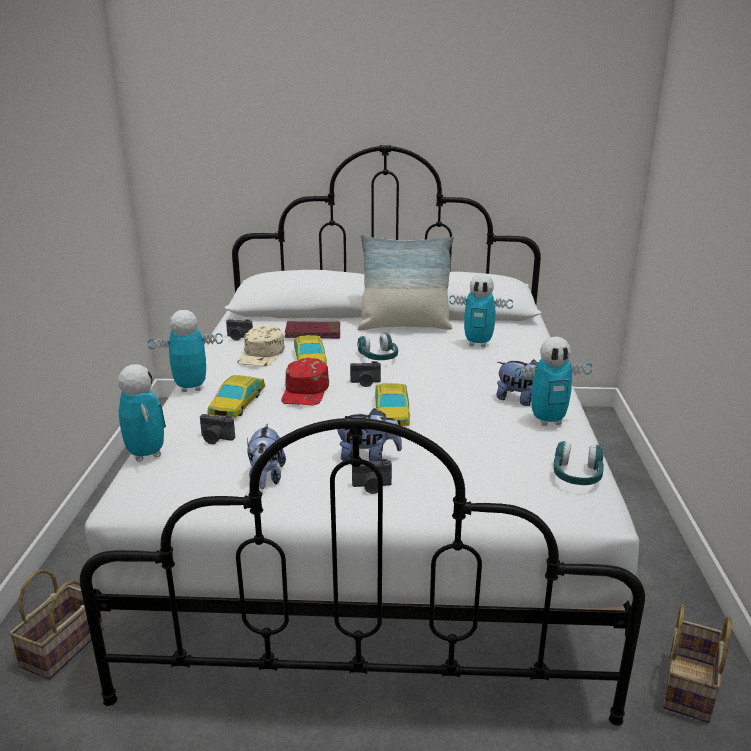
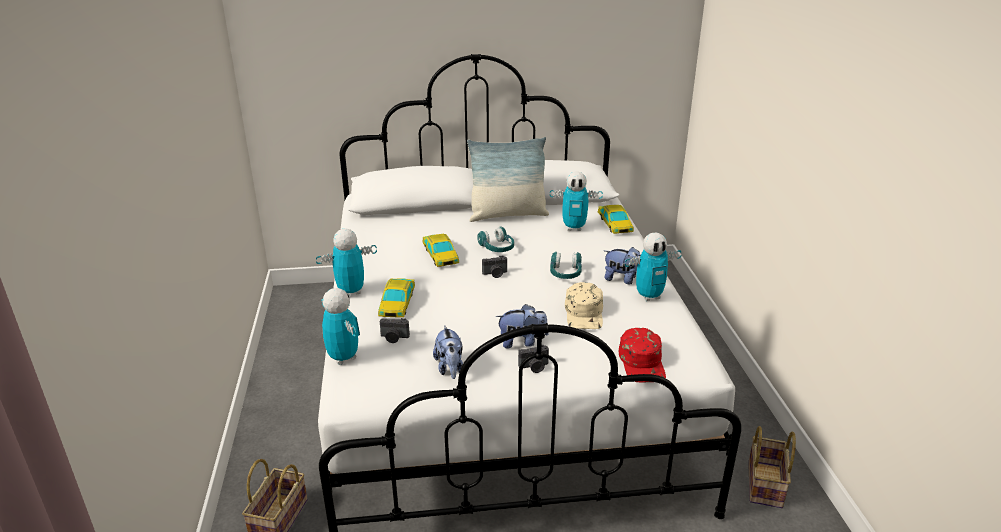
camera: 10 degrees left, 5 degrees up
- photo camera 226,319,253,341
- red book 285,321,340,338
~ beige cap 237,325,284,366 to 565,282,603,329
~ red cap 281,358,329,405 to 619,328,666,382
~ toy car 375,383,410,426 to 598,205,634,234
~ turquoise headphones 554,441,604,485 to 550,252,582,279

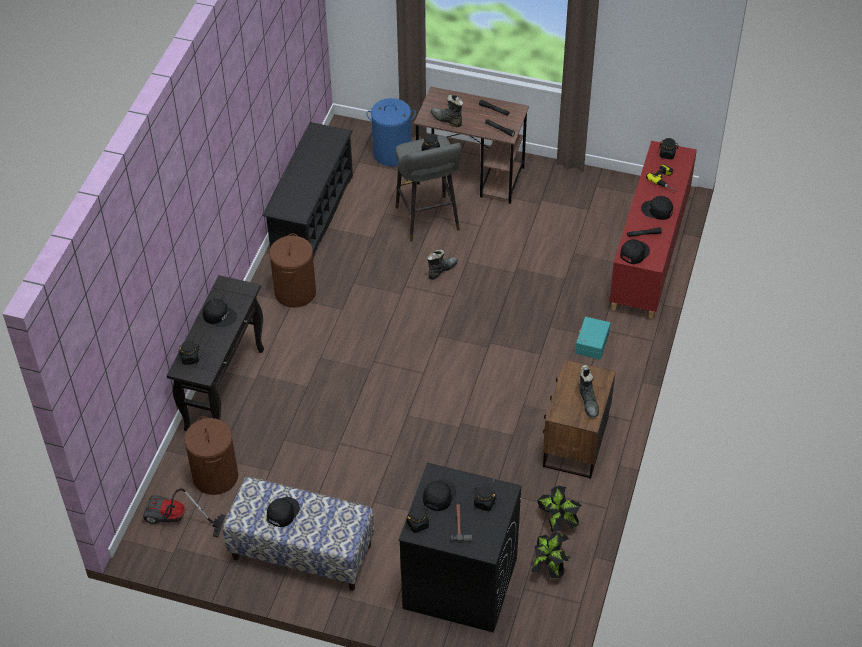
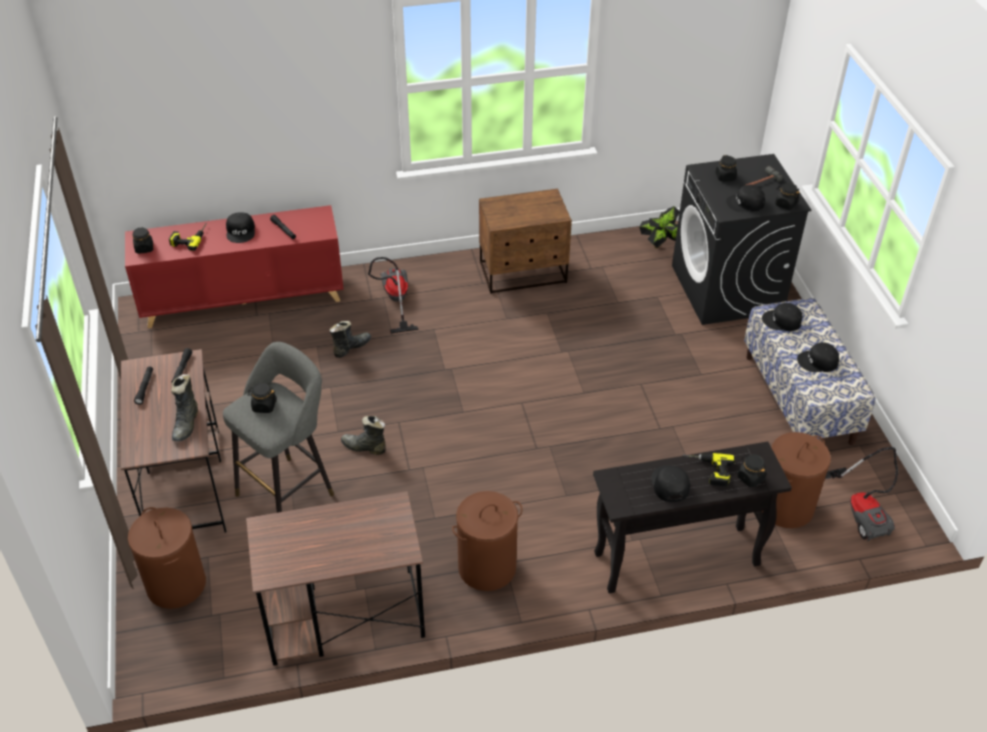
camera: 120 degrees left, 5 degrees down
- potted plant 537,486,582,532
+ power drill 682,453,735,486
~ black boot 579,365,599,418 to 330,321,371,358
~ black cap 620,239,650,264 to 762,303,802,331
~ black shoe rack 262,122,353,258 to brown desk 246,491,425,666
~ turquoise storage box 575,317,610,360 to vacuum cleaner 368,257,419,333
~ blue laundry basket 366,98,416,166 to brown laundry basket 128,507,206,609

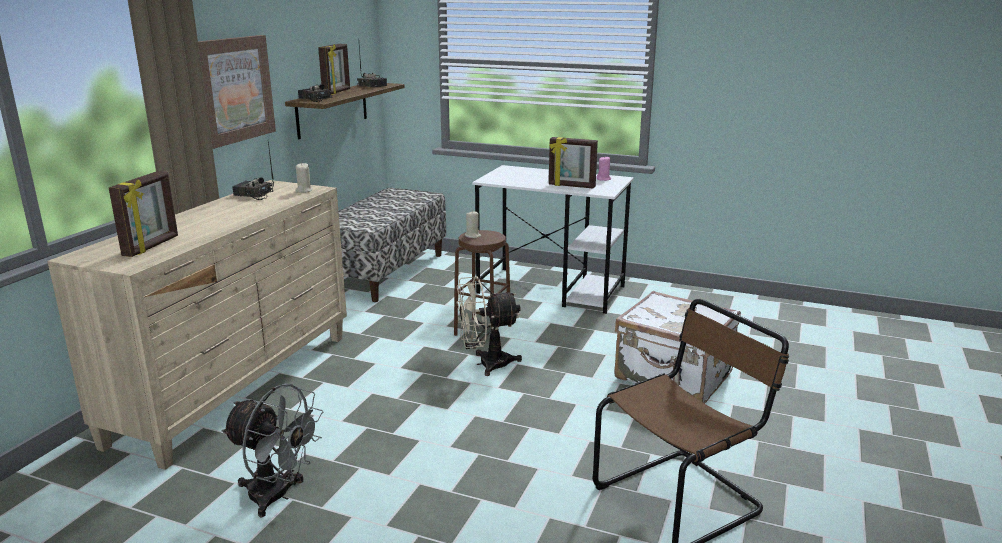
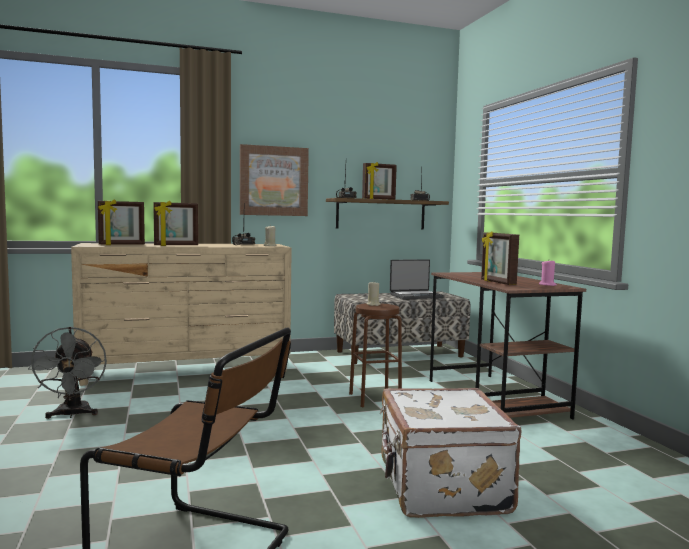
camera: 50 degrees right, 15 degrees down
- beige fan 456,276,522,376
+ picture frame 153,201,198,246
+ laptop 390,259,444,299
~ white desk 472,165,634,314 to brown desk 430,272,586,419

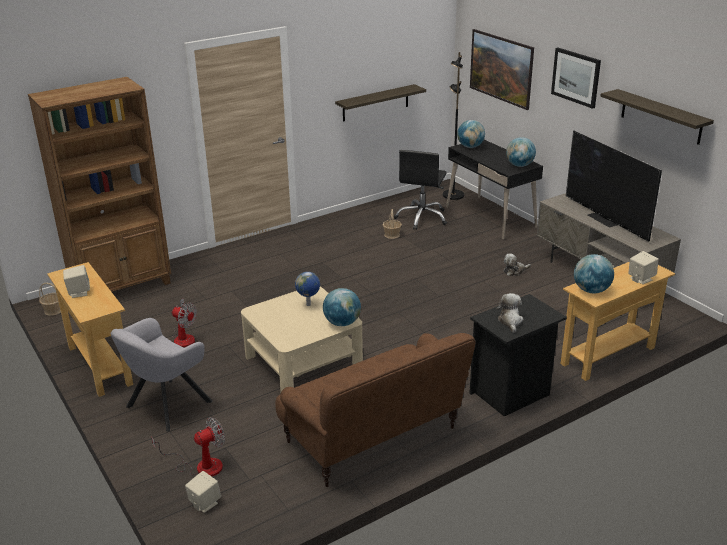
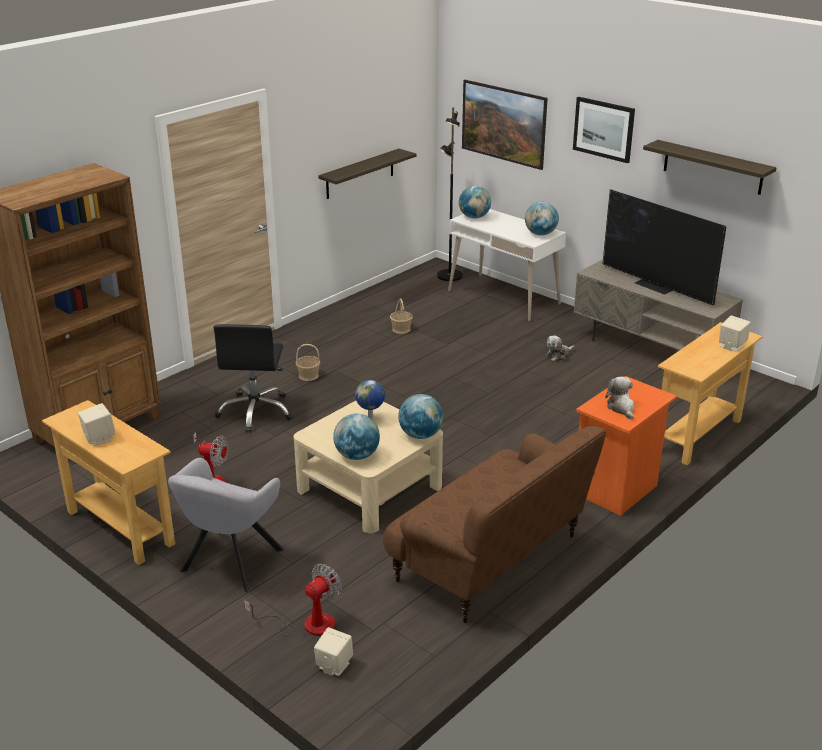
camera: 15 degrees left, 0 degrees up
~ basket 39,283,61,316 to 296,344,320,381
~ black office chair 394,150,447,230 to 214,324,293,433
~ globe 574,254,614,294 to 333,414,380,460
~ black desk 446,140,543,240 to white desk 448,209,566,321
~ black nightstand 469,294,567,417 to orange nightstand 576,376,677,516

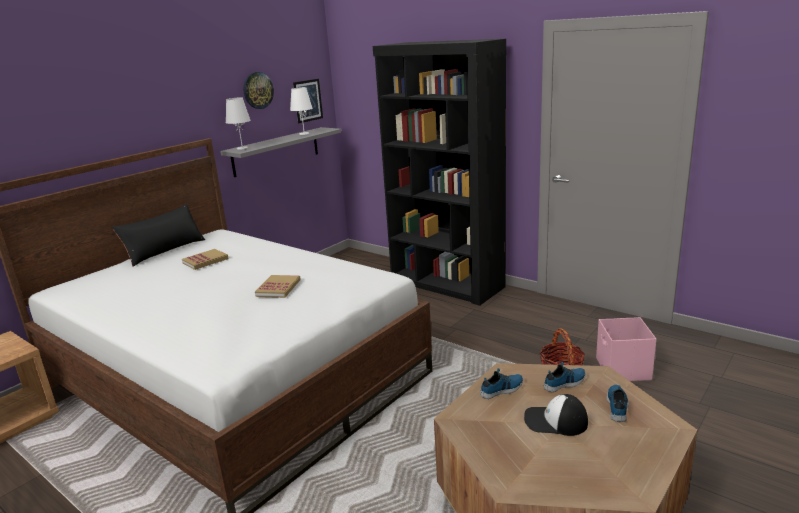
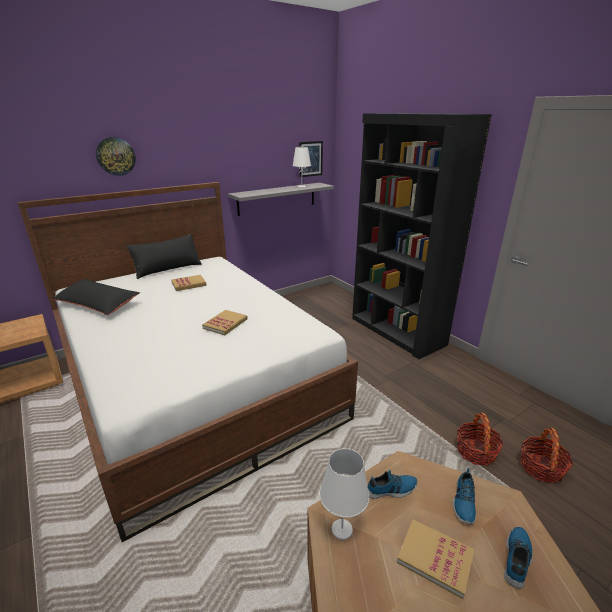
camera: 15 degrees right, 5 degrees up
+ black pillow 52,279,140,315
~ white table lamp 226,98,251,150 to 319,448,369,540
~ wall clock 243,72,274,109 to 96,137,136,176
~ cap 524,394,588,436 to book 397,519,475,599
~ pink storage box 596,317,656,381 to basket 520,428,573,484
~ shoe 544,362,586,392 = 453,468,476,524 120 degrees clockwise

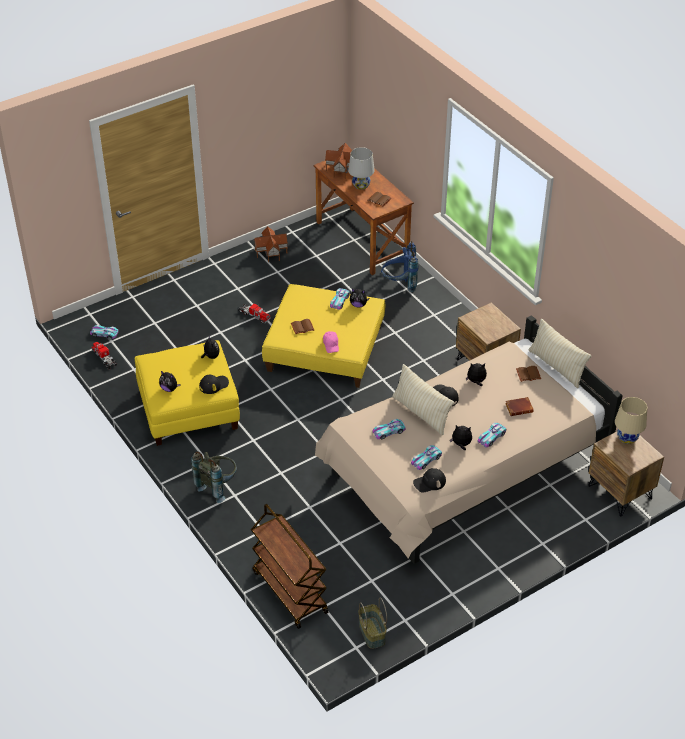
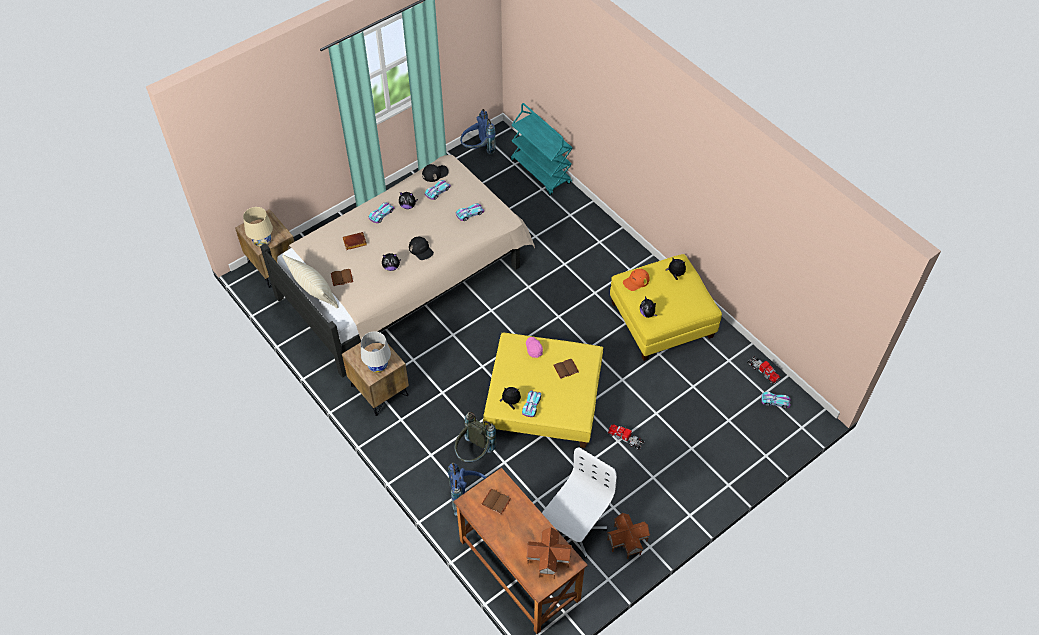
camera: 175 degrees right, 10 degrees up
- beige pillow 392,364,454,435
+ white office chair 542,447,617,558
~ grey backpack 191,451,237,503 to 454,412,496,463
~ white table lamp 348,147,375,190 to 361,331,391,373
~ basket 359,597,387,649 to blue backpack 460,109,496,155
~ black cap 199,375,229,394 to orange cap 623,269,650,291
~ brown cart 251,504,328,629 to turquoise cart 510,103,573,195

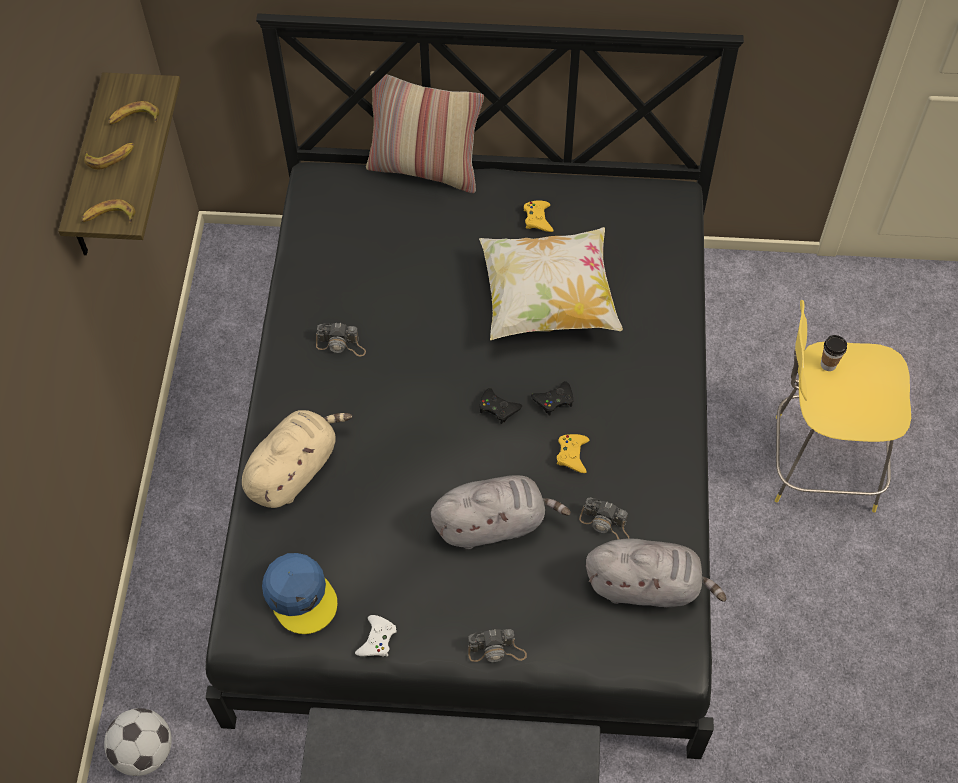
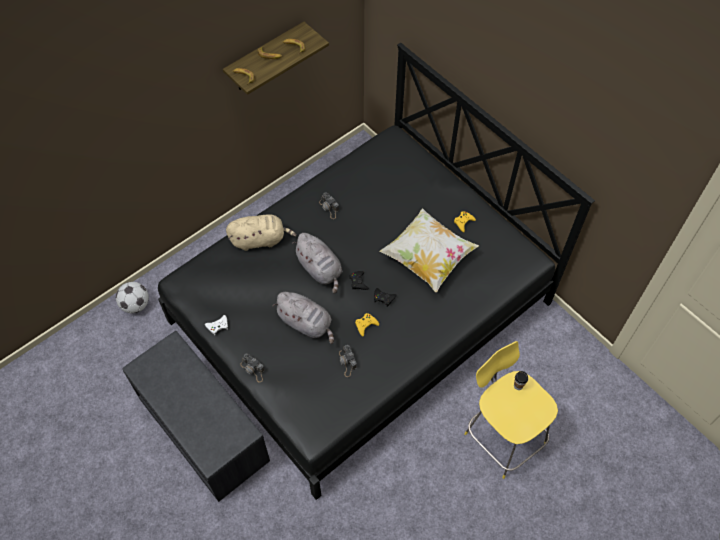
camera: 45 degrees right, 0 degrees up
- blue cap 262,553,338,634
- pillow 366,71,484,193
~ grey plush toy 586,539,727,608 to 292,233,343,294

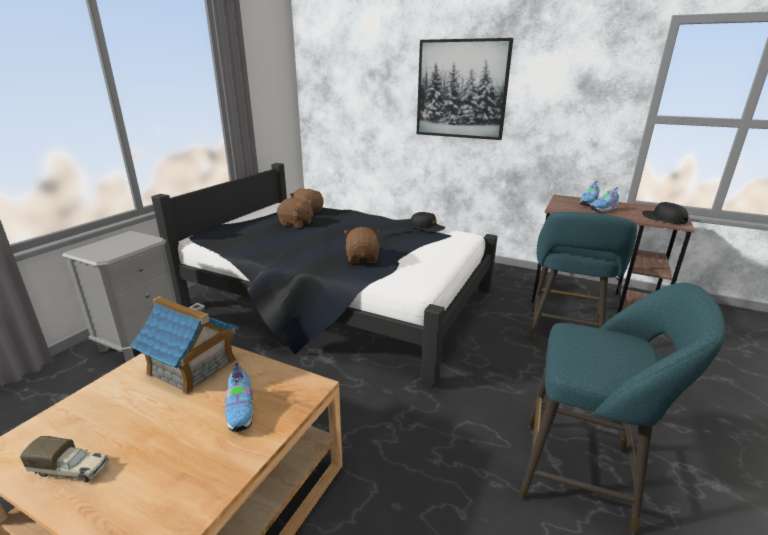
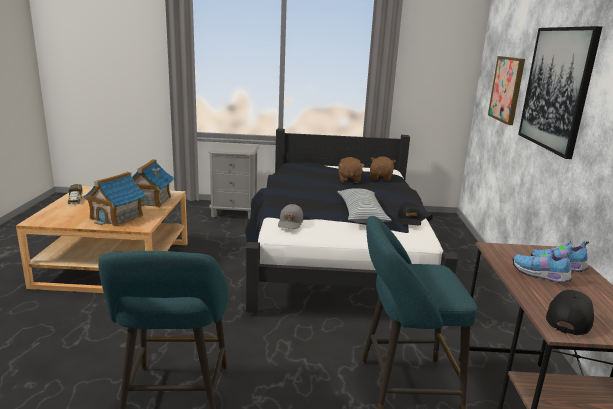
camera: 65 degrees right, 5 degrees down
- brown plush toy 344,227,380,264
+ grey cap 278,204,303,229
+ pillow 338,189,392,223
+ picture 488,56,525,125
~ shoe 225,362,253,432 to toy house 83,172,146,227

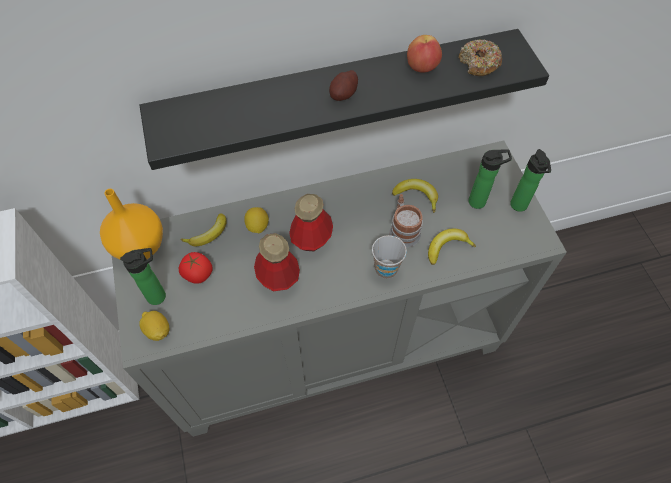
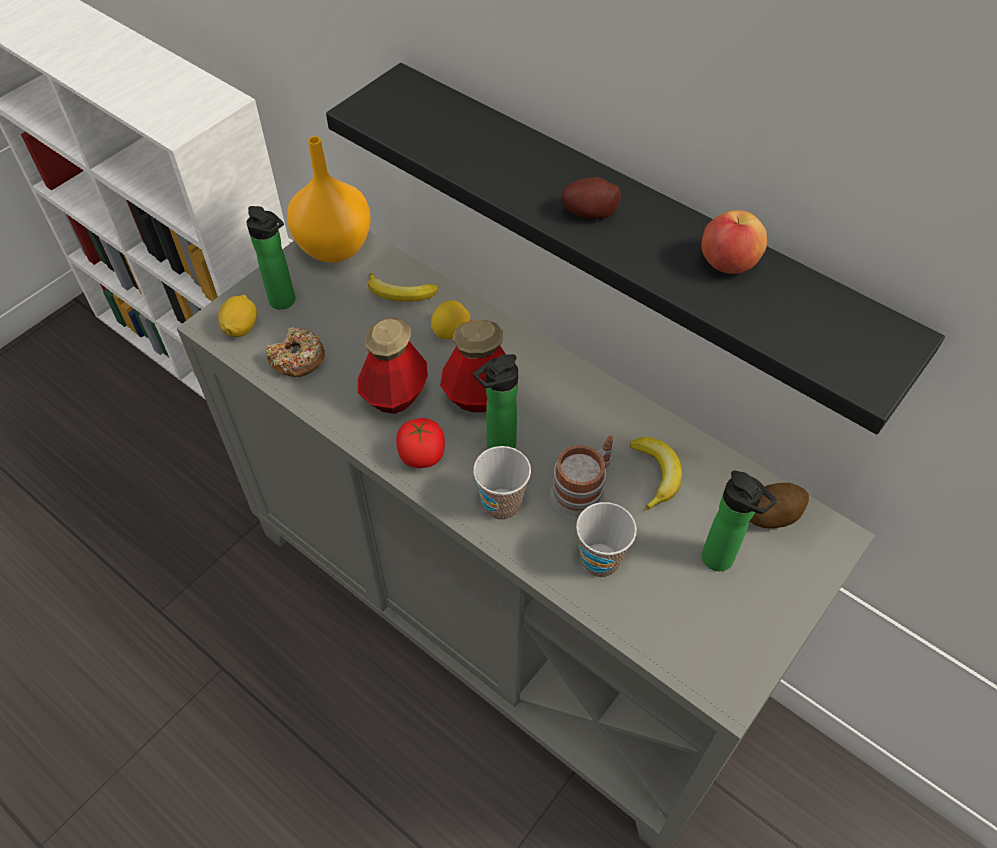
camera: 55 degrees right, 5 degrees down
+ potato 750,483,809,528
~ tomato 179,252,213,284 to 396,418,445,468
~ donut 459,39,502,76 to 266,327,325,377
~ bottle 510,149,551,212 to 473,354,518,449
~ banana 428,229,476,265 to cup 576,502,637,577

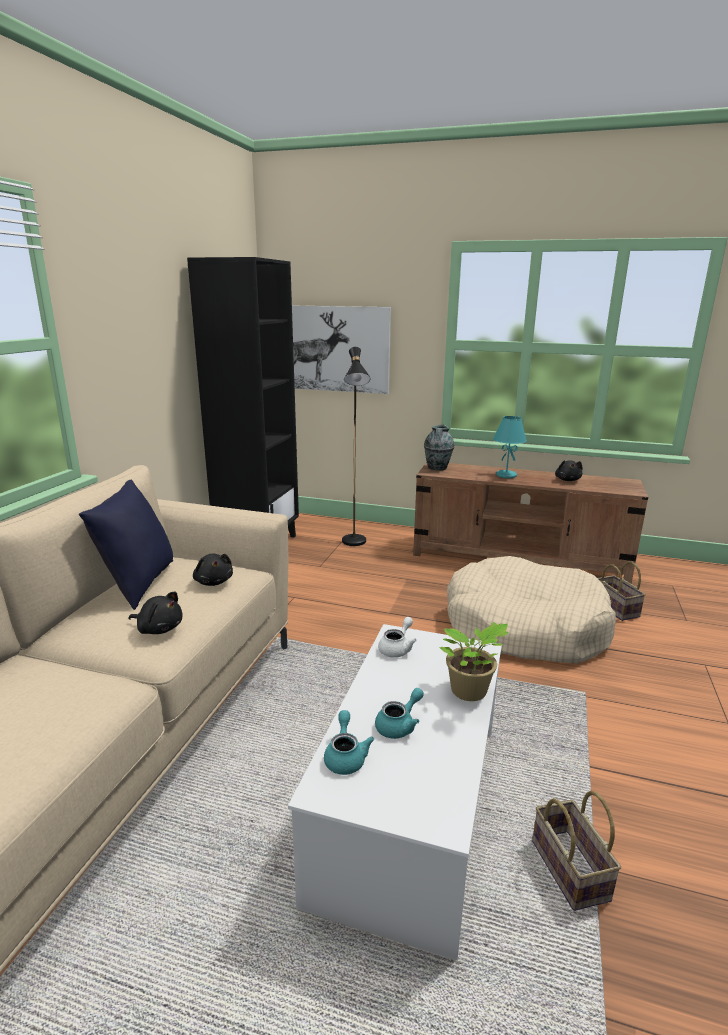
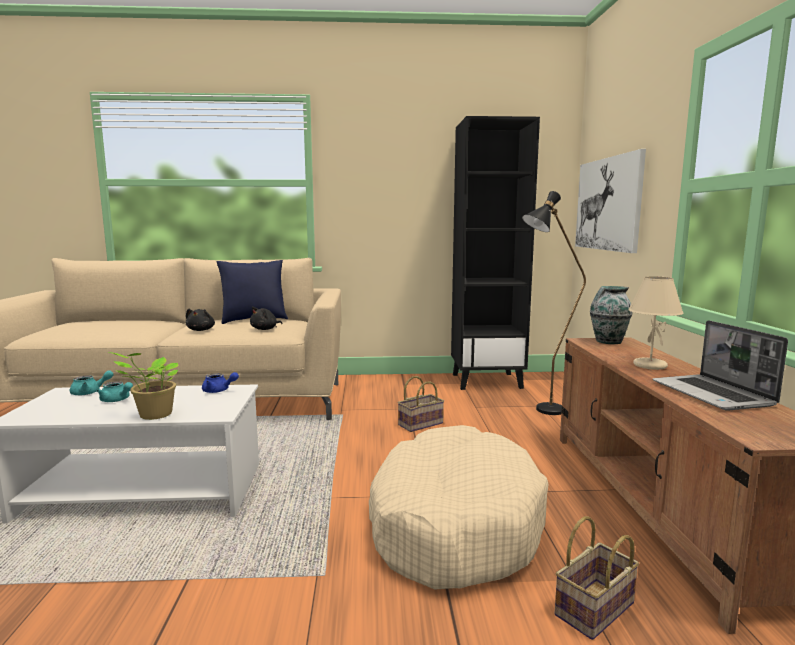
camera: 70 degrees right, 10 degrees down
~ basket 532,791,621,911 to 397,376,444,432
~ black plush toy 555,460,583,481 to laptop 652,320,788,411
~ white teapot 378,617,417,658 to blue teapot 202,372,239,393
~ turquoise table lamp 493,416,527,478 to beige table lamp 628,276,684,370

